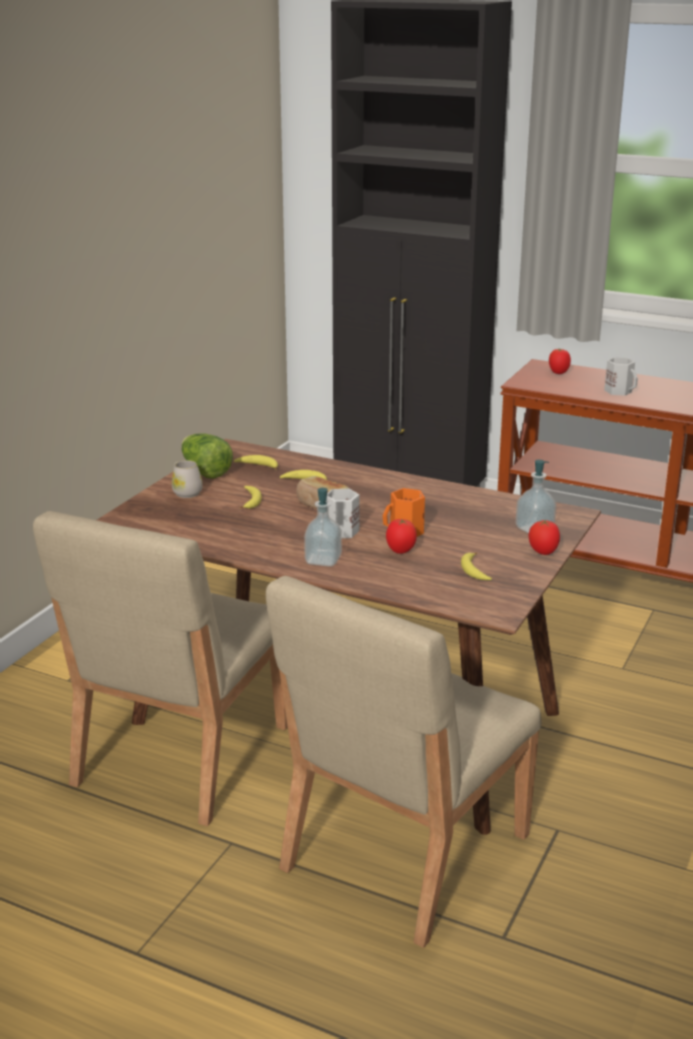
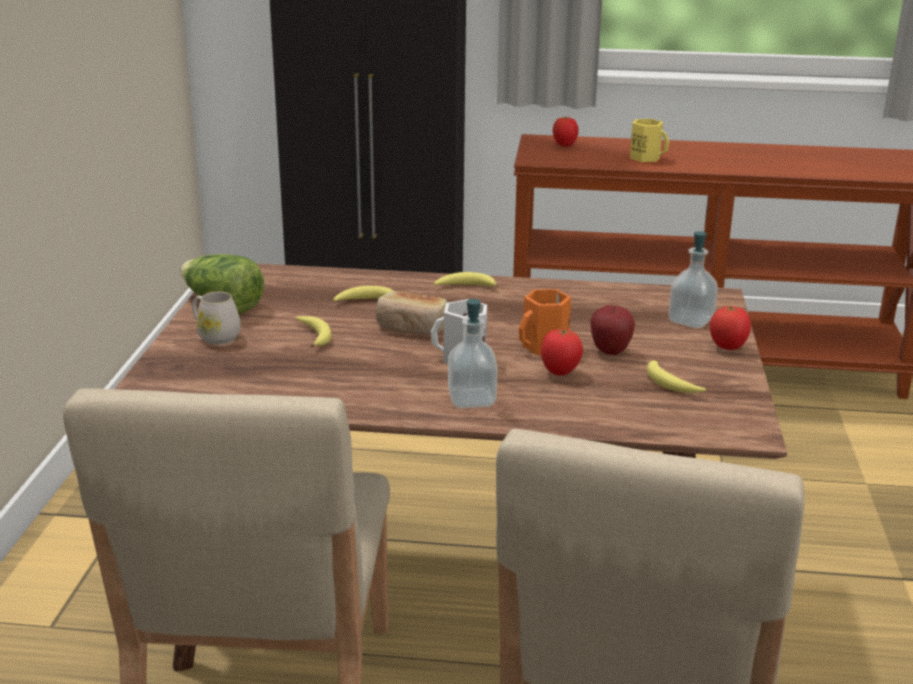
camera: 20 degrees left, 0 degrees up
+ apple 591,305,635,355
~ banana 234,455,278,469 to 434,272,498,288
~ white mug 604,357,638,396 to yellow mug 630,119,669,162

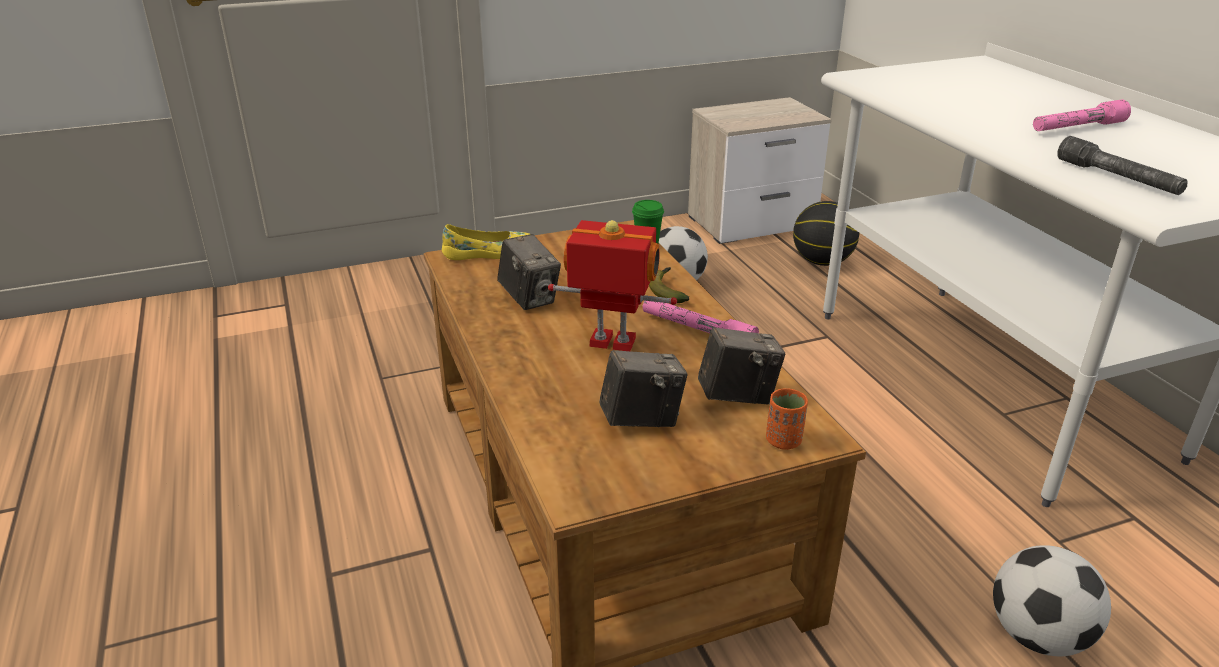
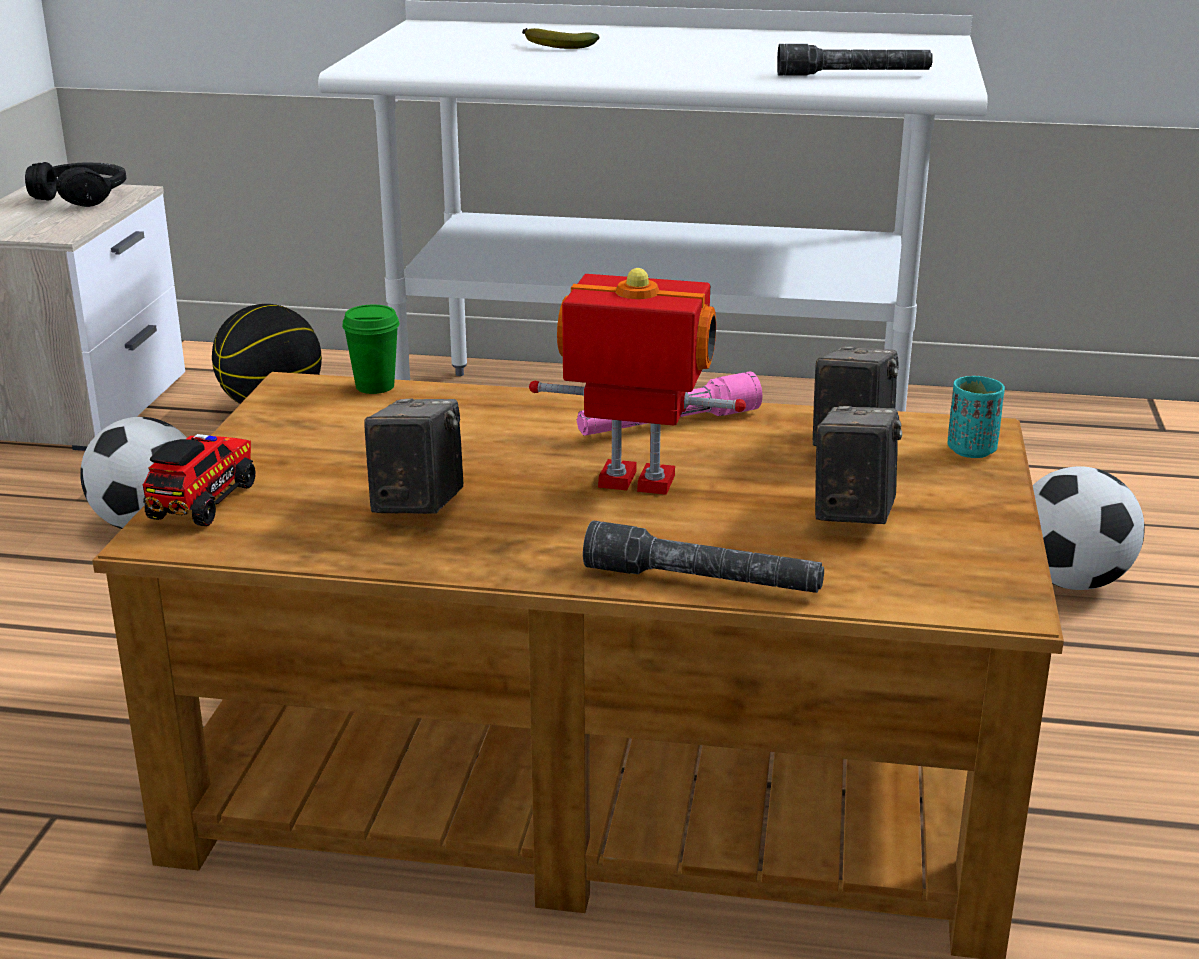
camera: 60 degrees left, 5 degrees down
- pink flashlight 1033,99,1131,131
+ black headphones 25,162,126,207
+ grey flashlight 583,520,824,593
~ banana 649,267,689,303 to 522,28,599,49
~ yellow shoe 442,224,530,260 to toy truck 143,434,256,526
~ orange cup 766,388,808,450 to turquoise cup 948,376,1005,458
~ photo camera 497,234,561,310 = 364,399,463,514 75 degrees counterclockwise
~ toy robot 548,220,677,351 = 529,268,746,495 60 degrees clockwise

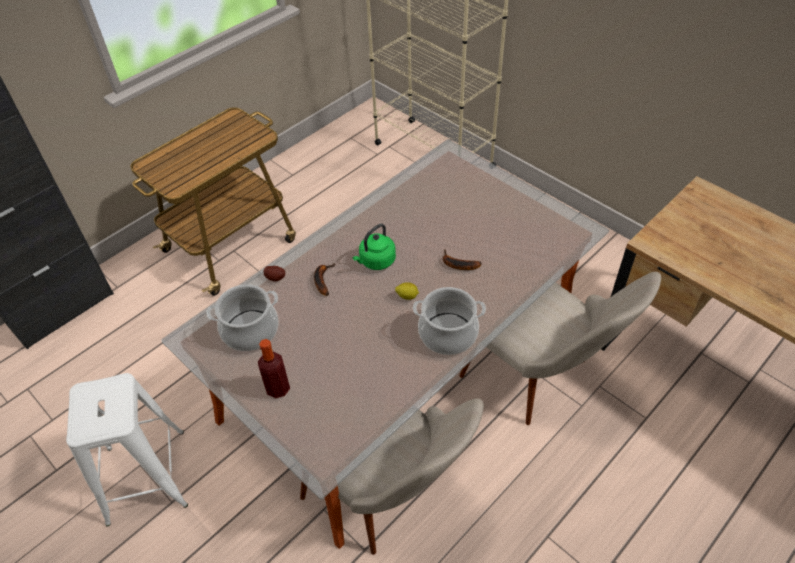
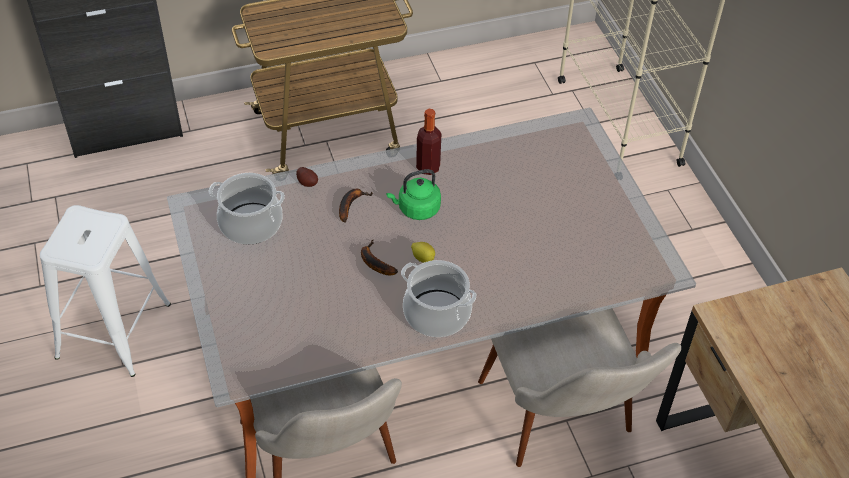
camera: 25 degrees right, 0 degrees up
~ bottle 258,339,290,398 to 416,109,441,175
~ banana 443,249,482,270 to 361,240,398,276

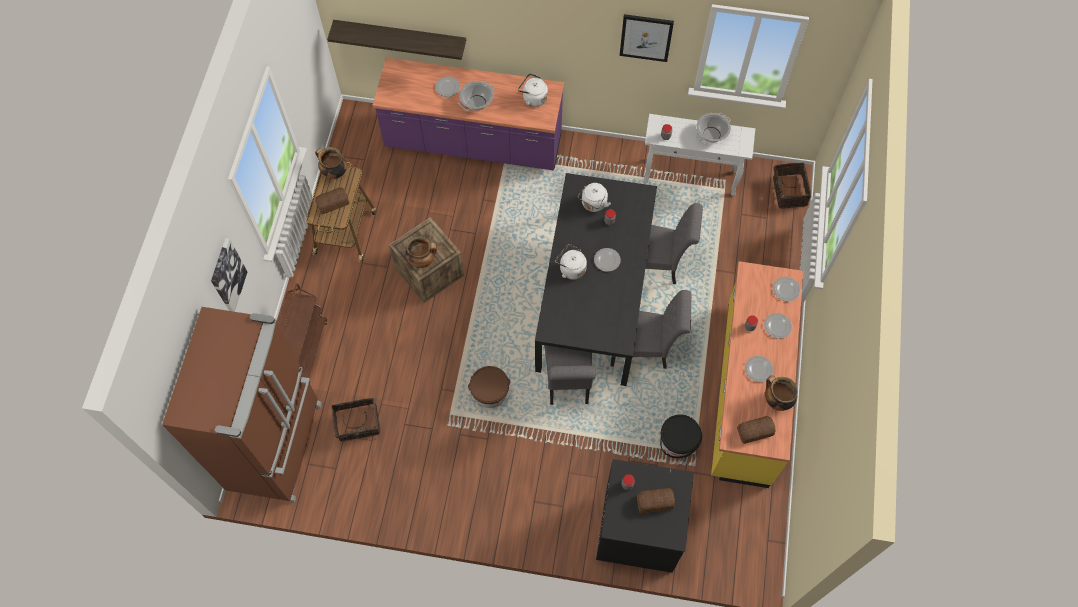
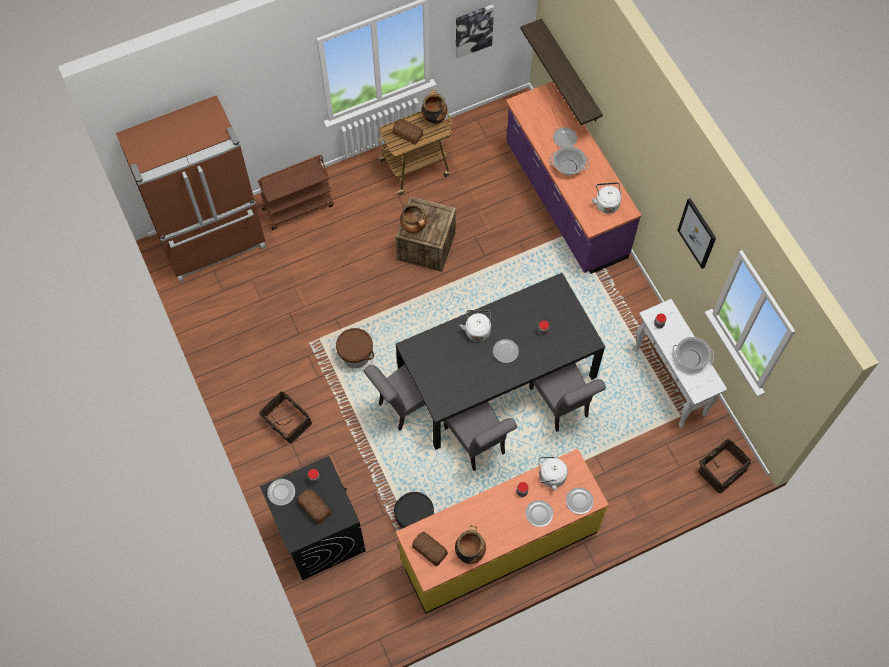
camera: 55 degrees right, 0 degrees up
~ picture 211,238,247,312 to 456,4,494,59
~ basket 332,398,380,442 to 260,391,312,443
~ white kettle 578,183,611,212 to 538,457,568,490
~ plate 745,356,773,382 to 267,479,295,505

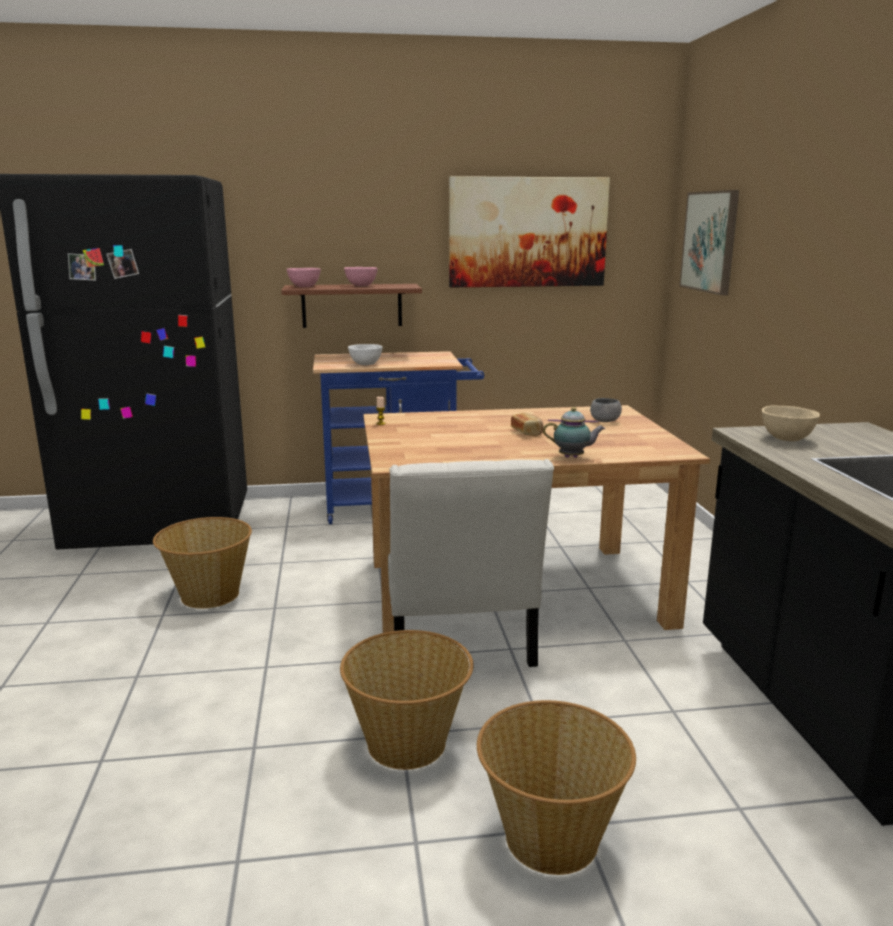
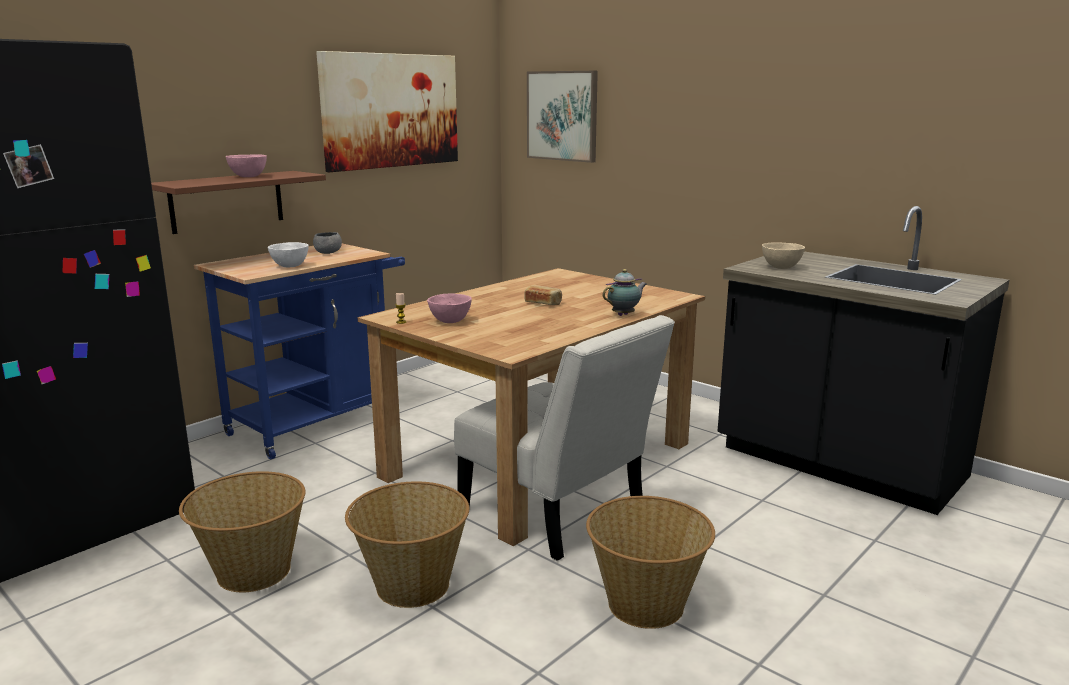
camera: 40 degrees left, 0 degrees up
~ pink bowl 286,268,321,287 to 427,294,472,323
~ basket 477,700,636,875 to 345,481,469,608
~ grey bowl 590,398,622,422 to 313,232,342,254

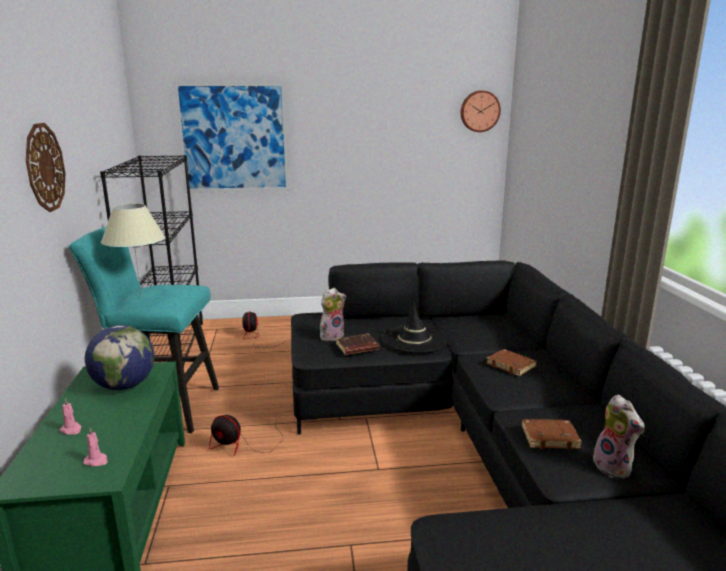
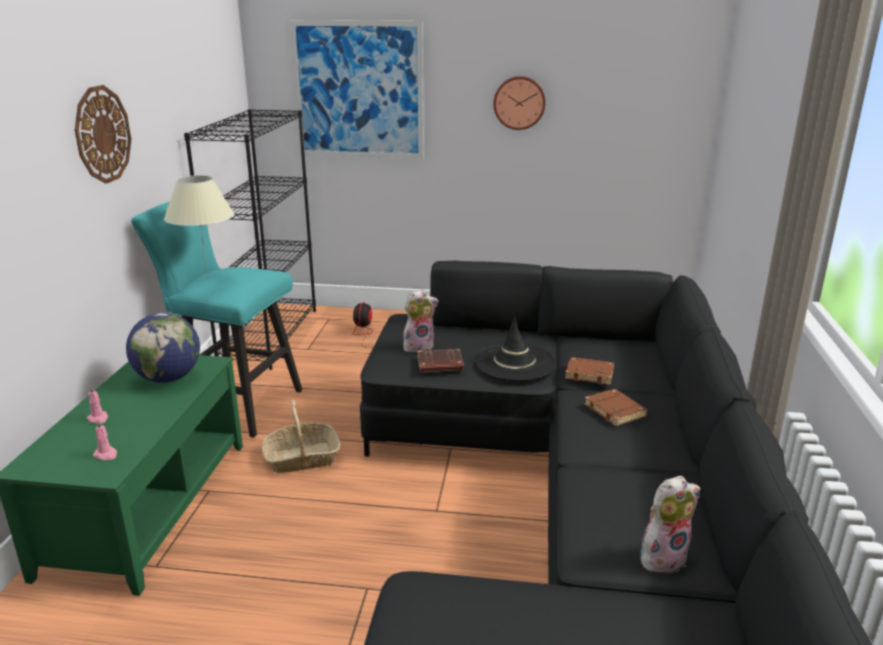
camera: 15 degrees right, 5 degrees up
~ wall clock 461,90,501,132 to 493,76,546,130
~ brown book 522,419,582,450 to 565,357,614,385
~ fan 209,415,283,456 to basket 262,400,341,473
~ plush toy 588,395,645,479 = 640,476,700,573 105 degrees counterclockwise

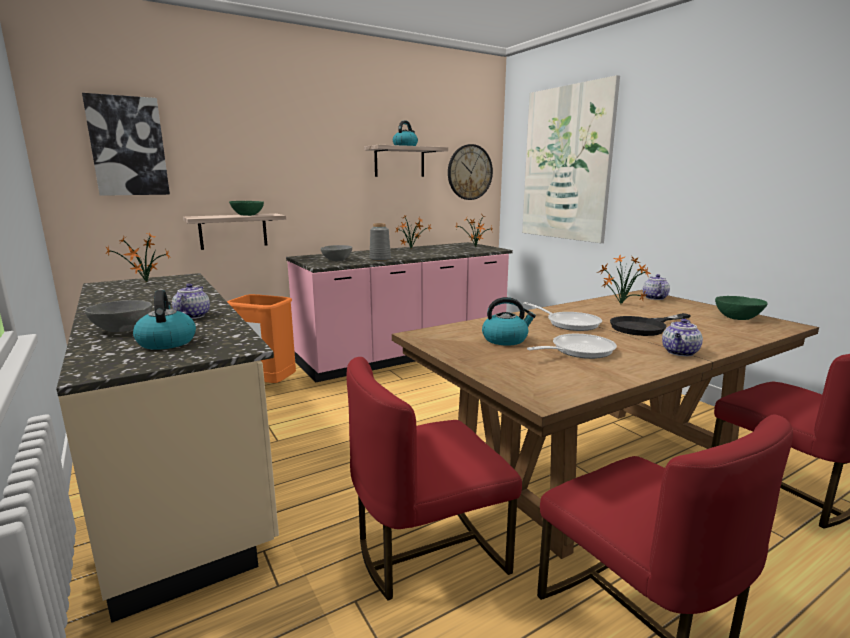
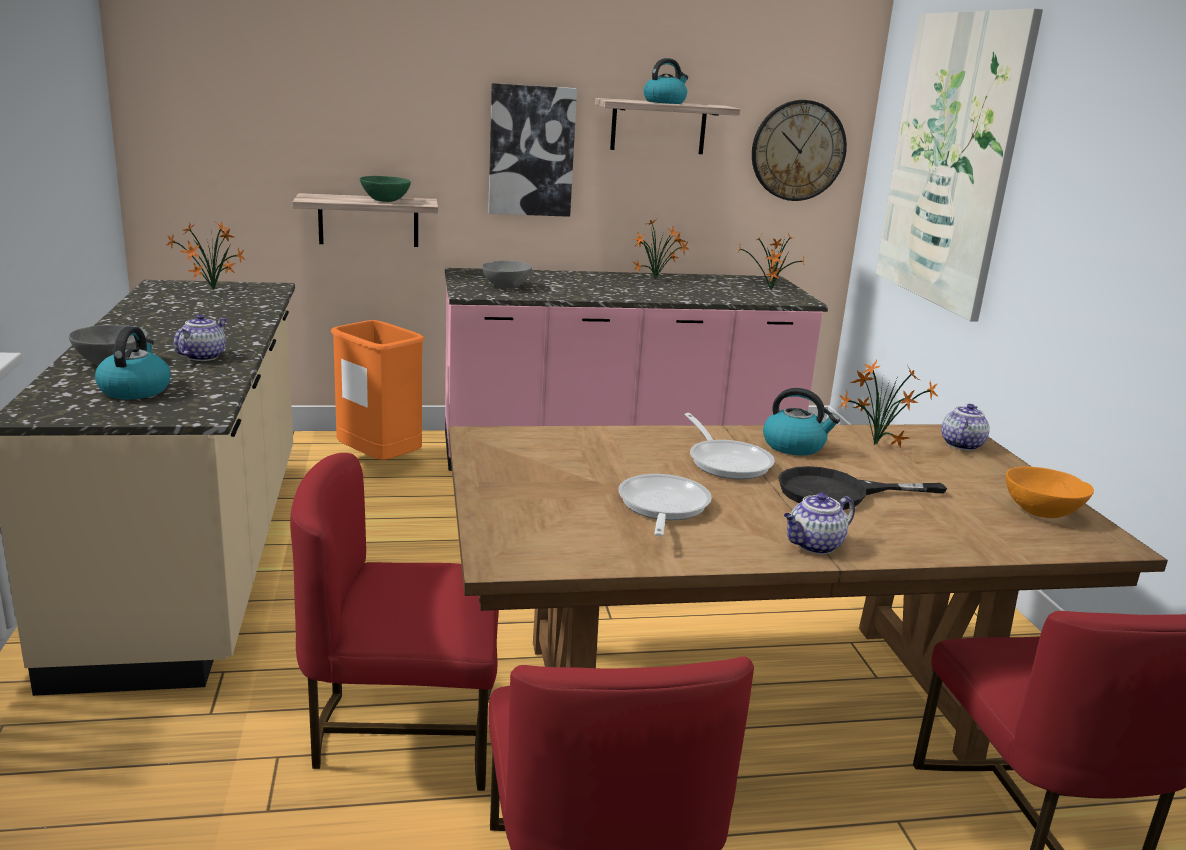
camera: 20 degrees right, 5 degrees up
- grey vase 369,223,391,261
~ picture 82,93,170,196 to 488,83,577,217
~ kettle 482,297,536,346 to 763,388,840,456
~ green bowl 715,296,768,320 to orange bowl 1006,466,1094,518
~ frying pan 527,334,617,359 = 618,474,712,537 75 degrees counterclockwise

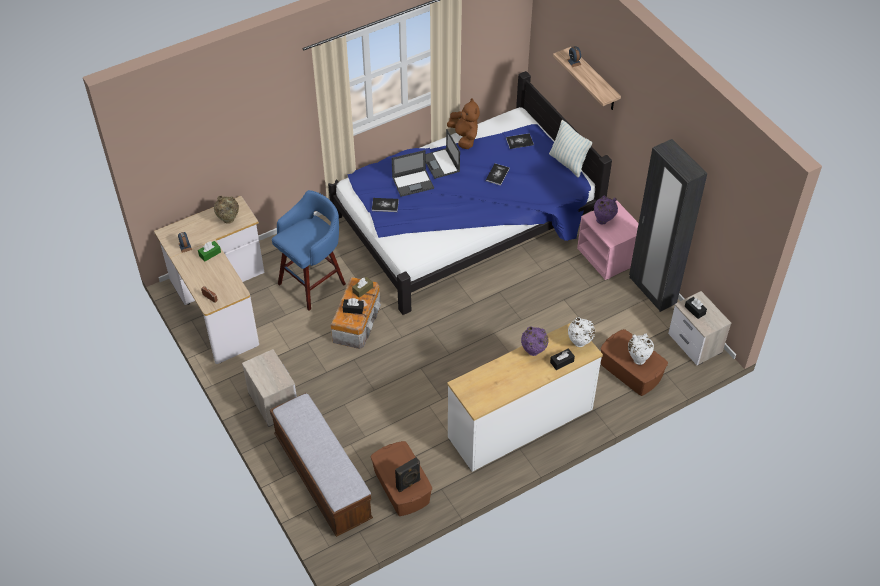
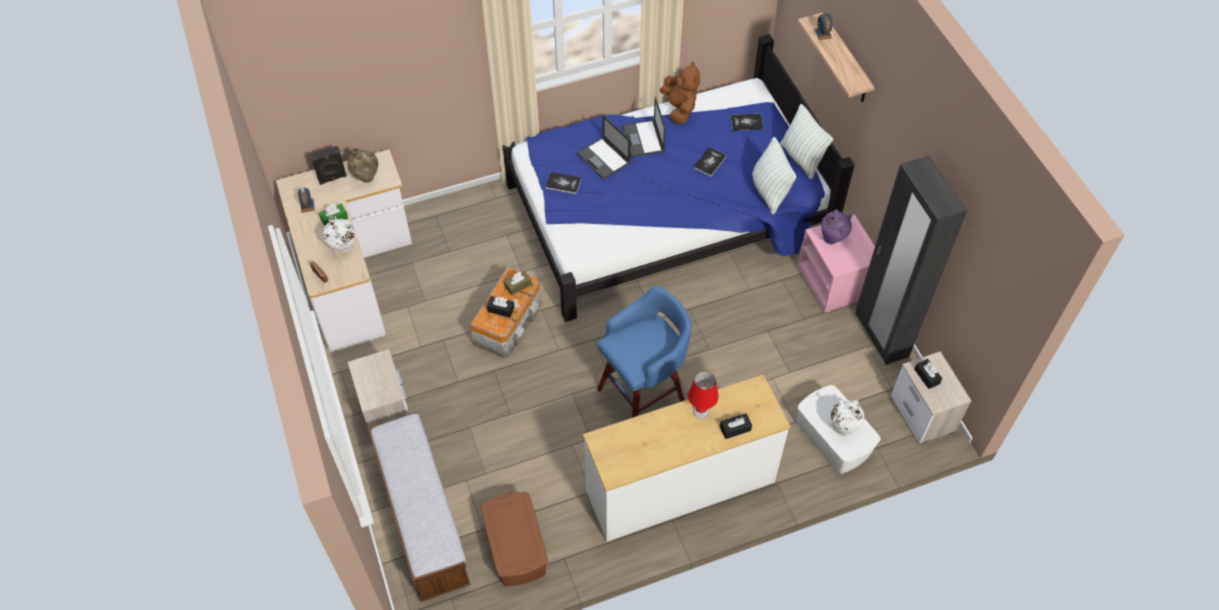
camera: 10 degrees right, 5 degrees up
+ pillow 752,137,796,214
~ blue stool 272,190,346,311 to 597,286,692,418
~ black speaker 395,457,420,492 to 310,146,347,185
~ white vase 568,317,595,347 to 322,216,355,252
~ purple vase 521,327,549,356 to red table lamp 688,371,719,419
~ brown storage box 601,329,668,396 to white storage box 797,385,881,474
~ laptop 392,150,434,197 = 577,114,631,180 60 degrees clockwise

